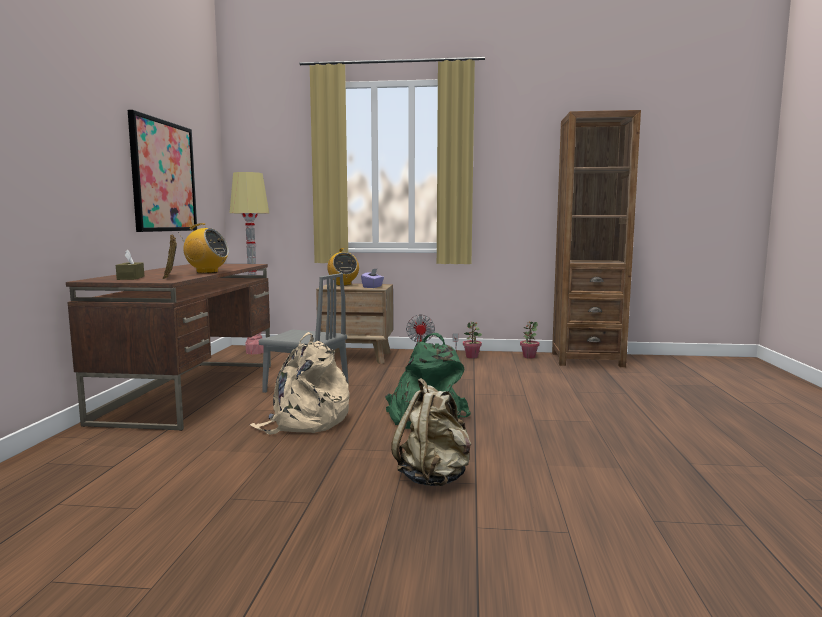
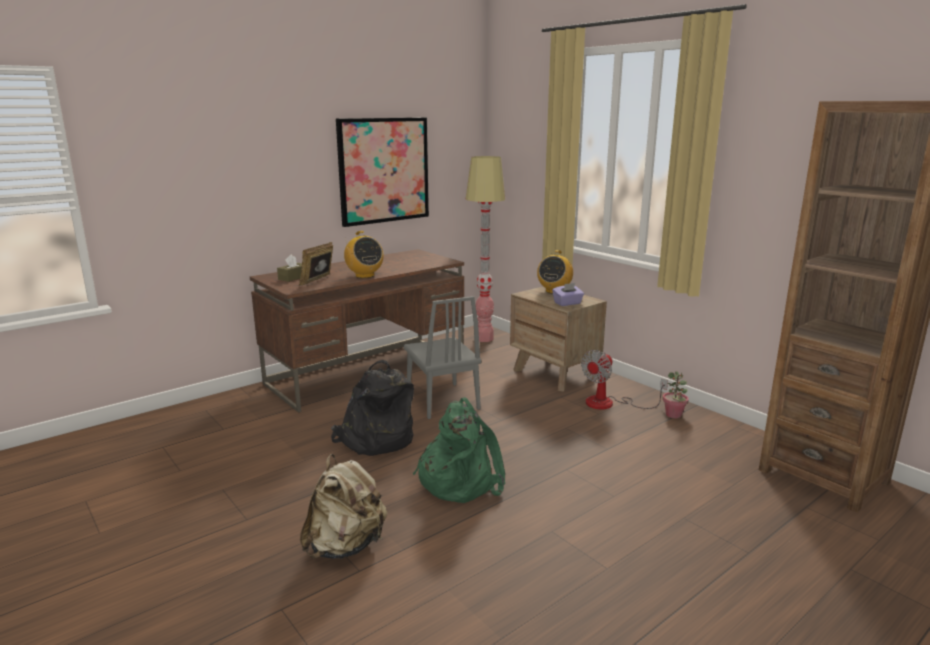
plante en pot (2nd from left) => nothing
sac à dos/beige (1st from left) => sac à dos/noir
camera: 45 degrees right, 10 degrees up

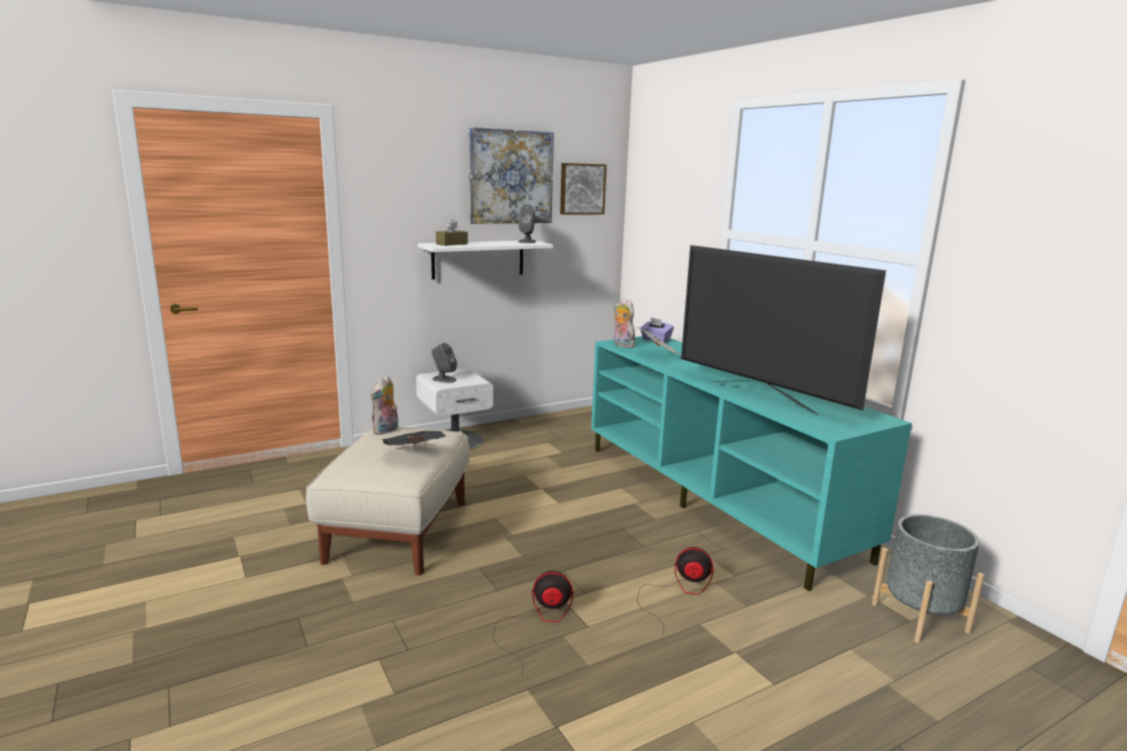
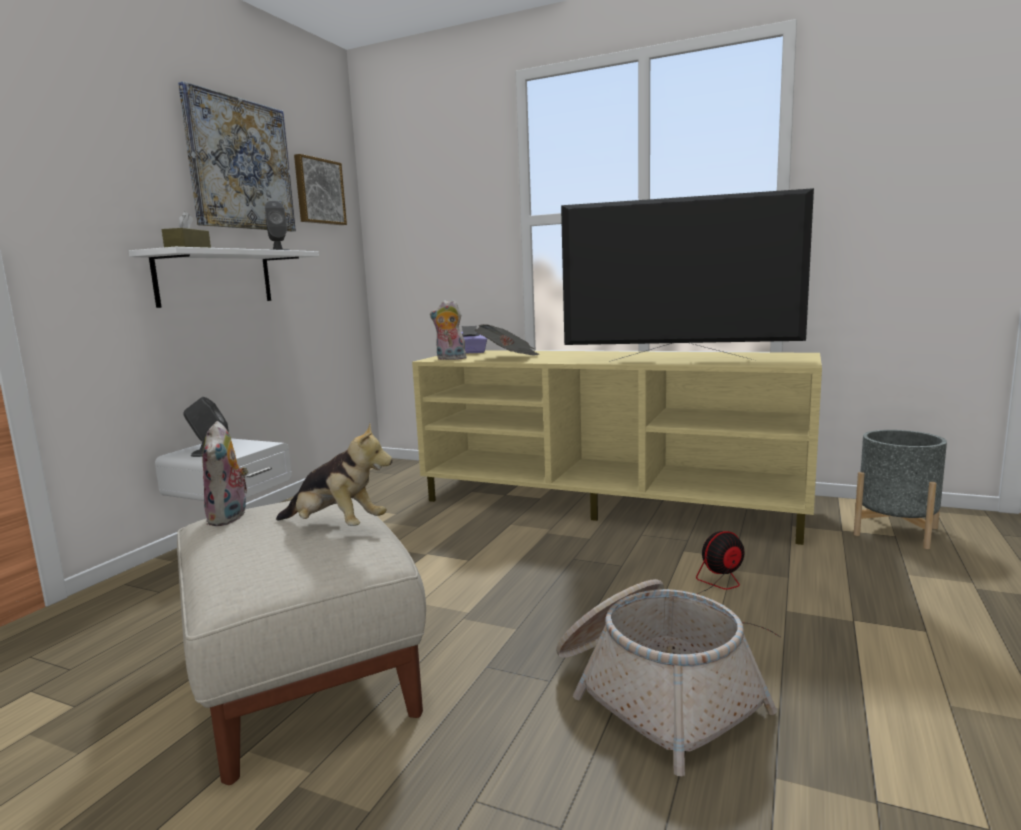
meuble télé/turquoise => meuble télé/beige
journal (1st from left) => peluche (2nd from left)
ventilateur (1st from left) => panier
camera: 35 degrees left, 5 degrees down

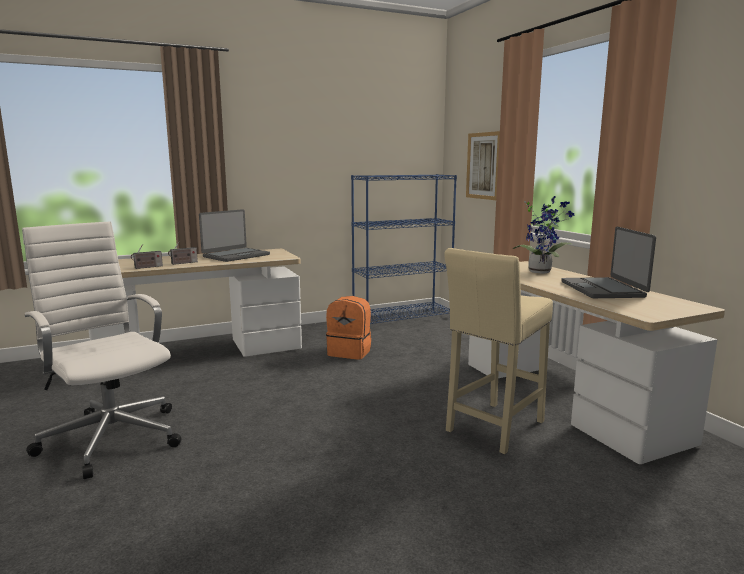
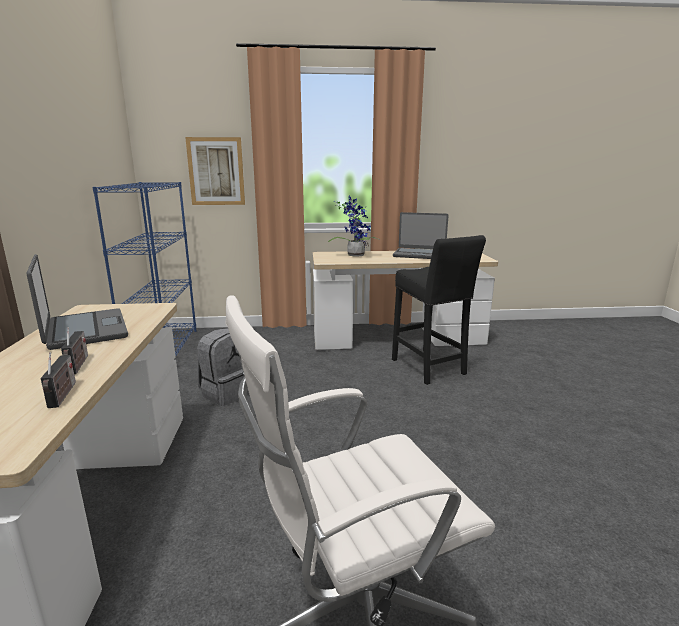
tabouret/beige => tabouret/noir
sac à dos/orange => sac à dos/gris
camera: 70 degrees left, 5 degrees up

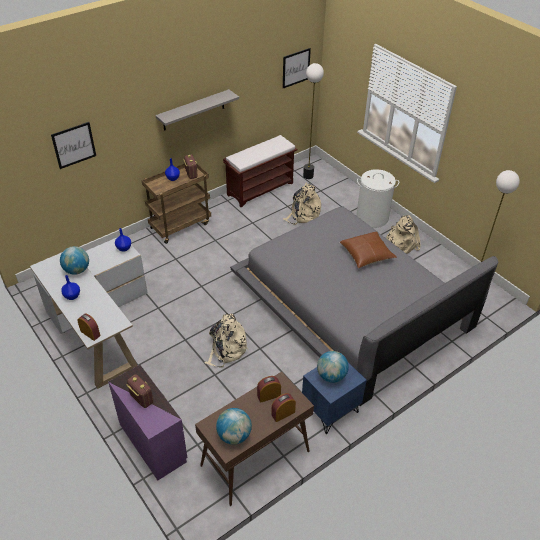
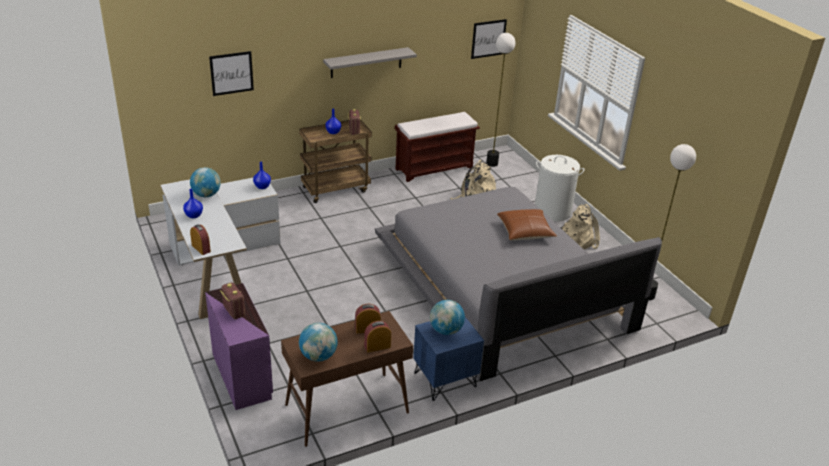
sac à dos/beige (1st from left) => nothing
camera: 10 degrees right, 10 degrees down

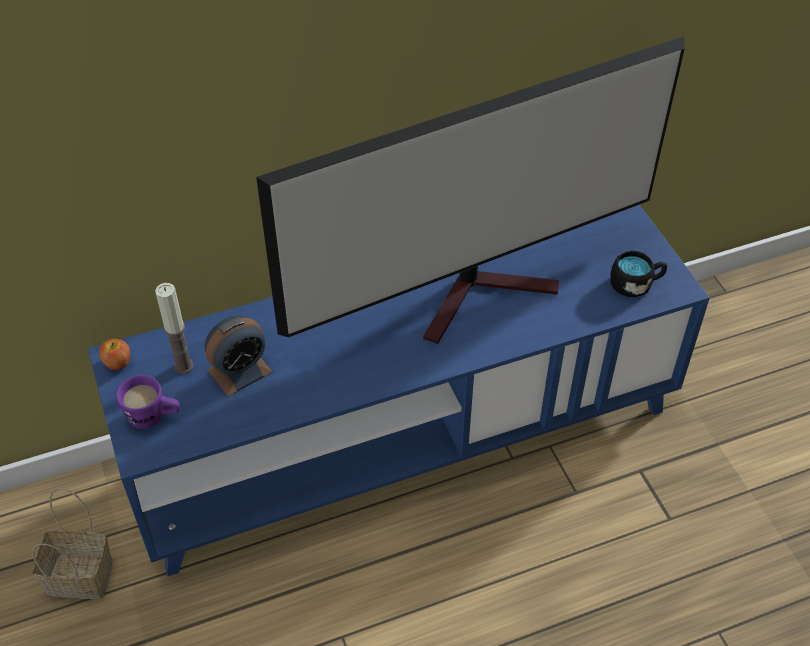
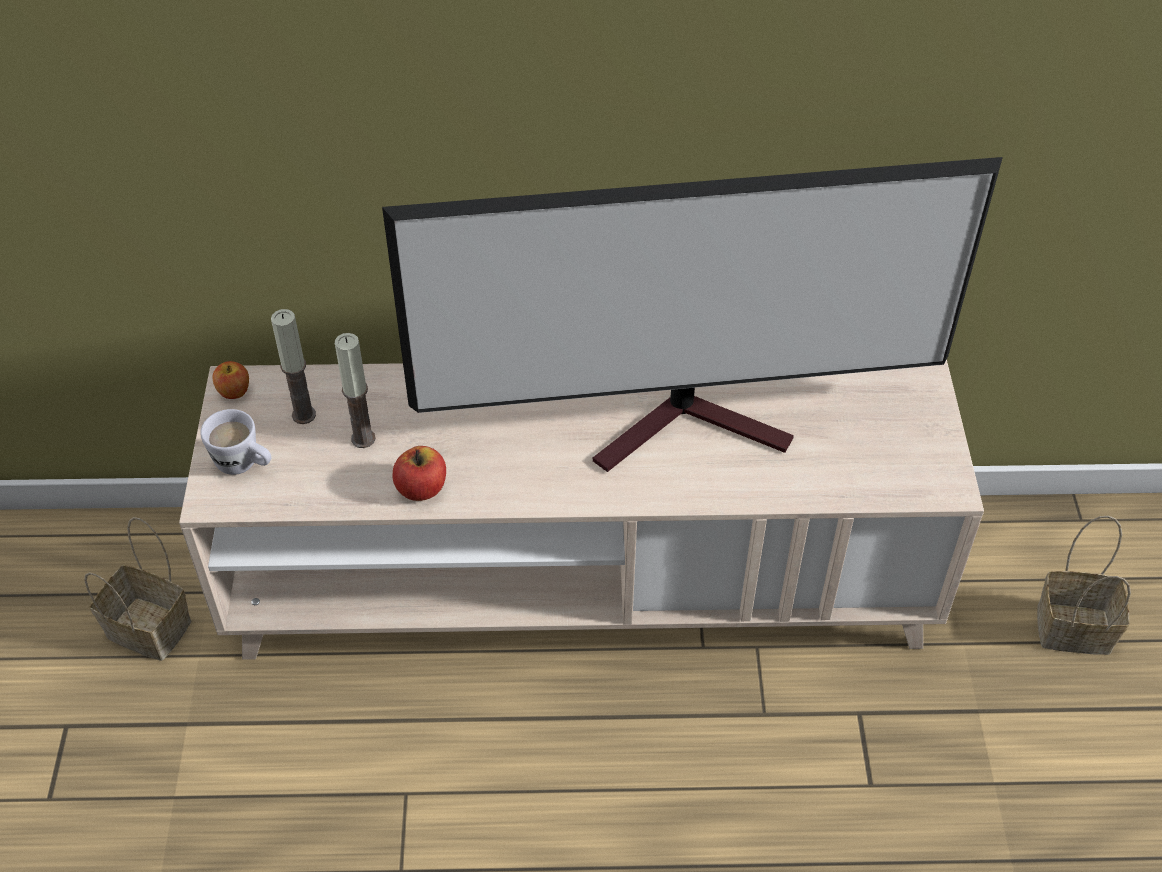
meuble télé/bleu => meuble télé/beige
mug/noir => nothing
réveil => bougie (2nd from left)
mug/violet => mug/blanc
nothing => pomme (2nd from left)
nothing => panier (2nd from left)
camera: 20 degrees right, 0 degrees up

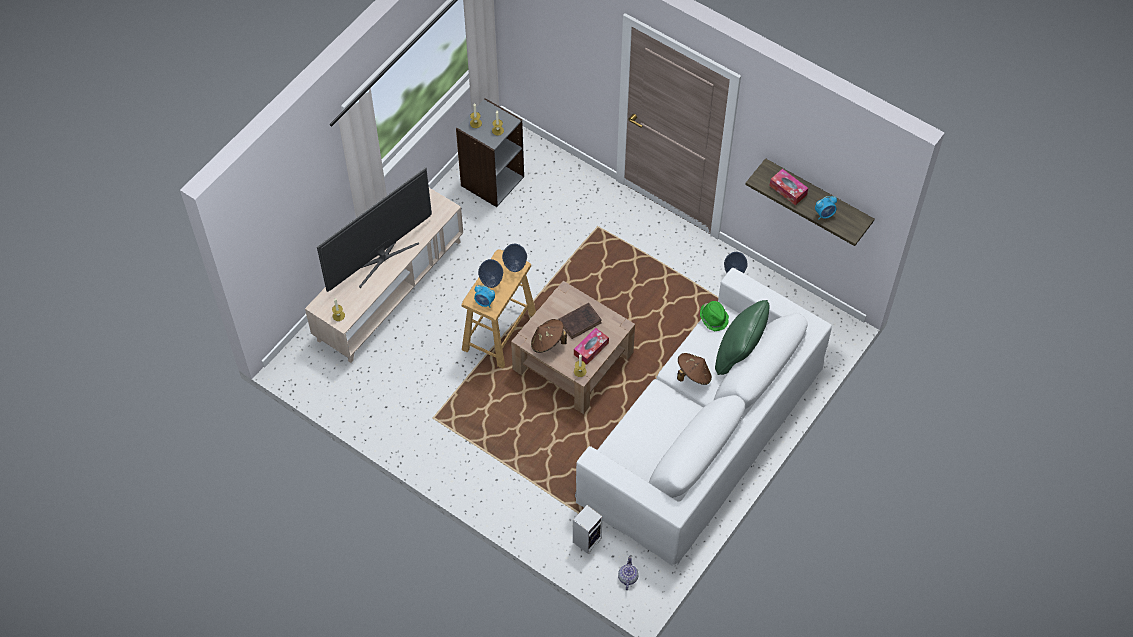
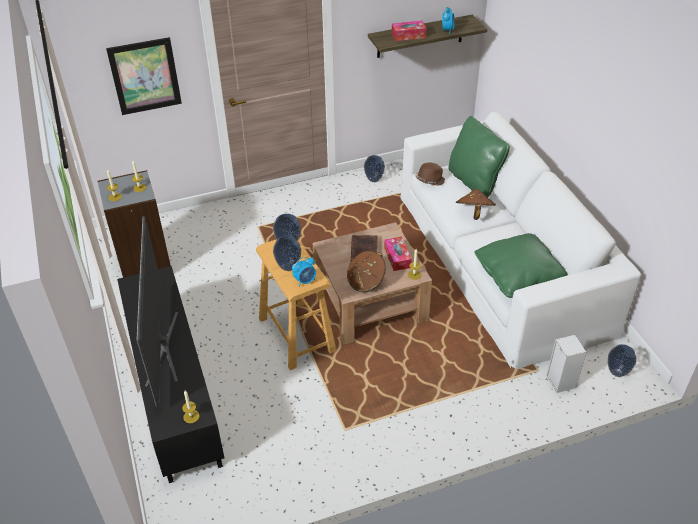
meuble télé/beige => meuble télé/noir
chapeau/vert => chapeau/marron (2nd from left)
théière => vase (4th from left)
nothing => tableau
nothing => coussin/vert (2nd from left)
camera: 55 degrees left, 15 degrees down

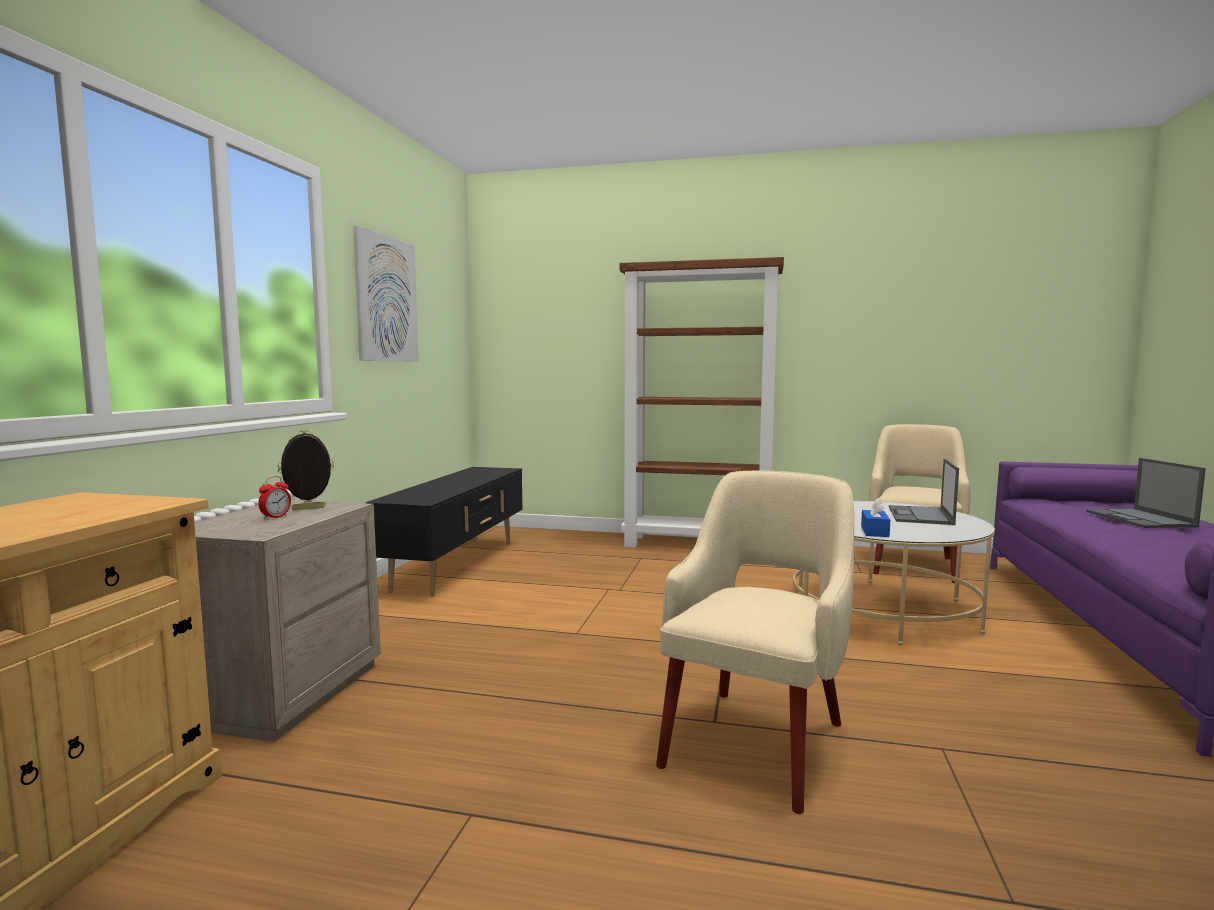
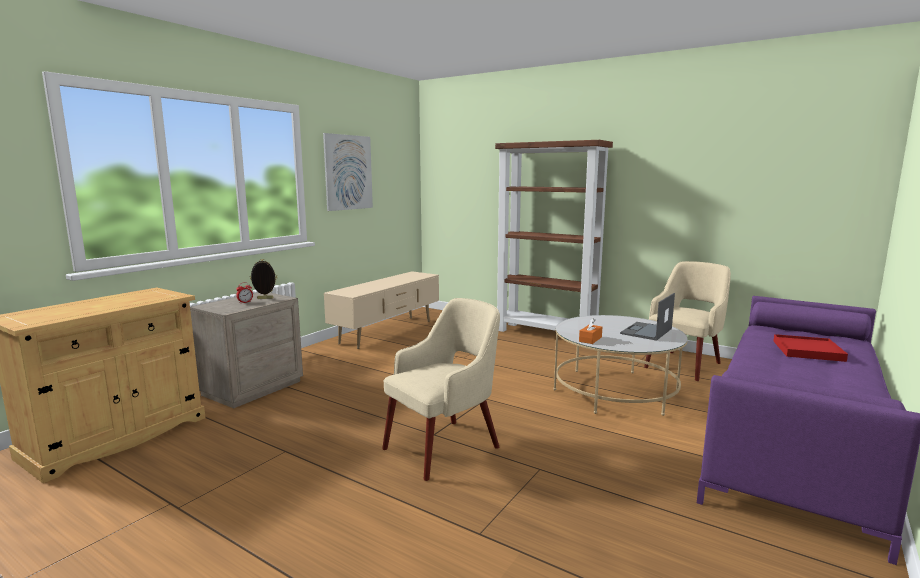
ordinateur portable (2nd from left) => plateau/rouge
meuble télé/noir => meuble télé/beige
boîte à mouchoirs/bleu => boîte à mouchoirs/orange
camera: 20 degrees right, 5 degrees up

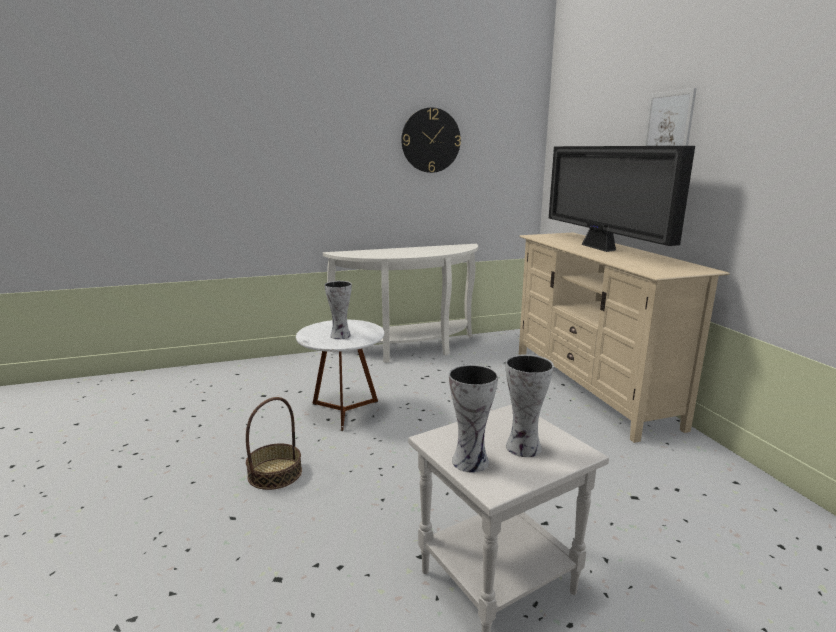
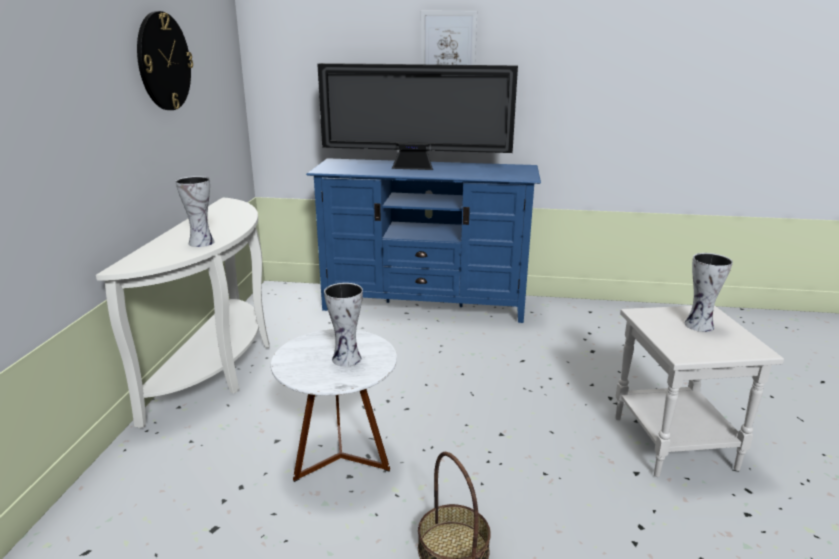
meuble télé/beige => meuble télé/bleu
vase (2nd from left in the first image) => vase (1st from left), move
camera: 65 degrees left, 5 degrees up

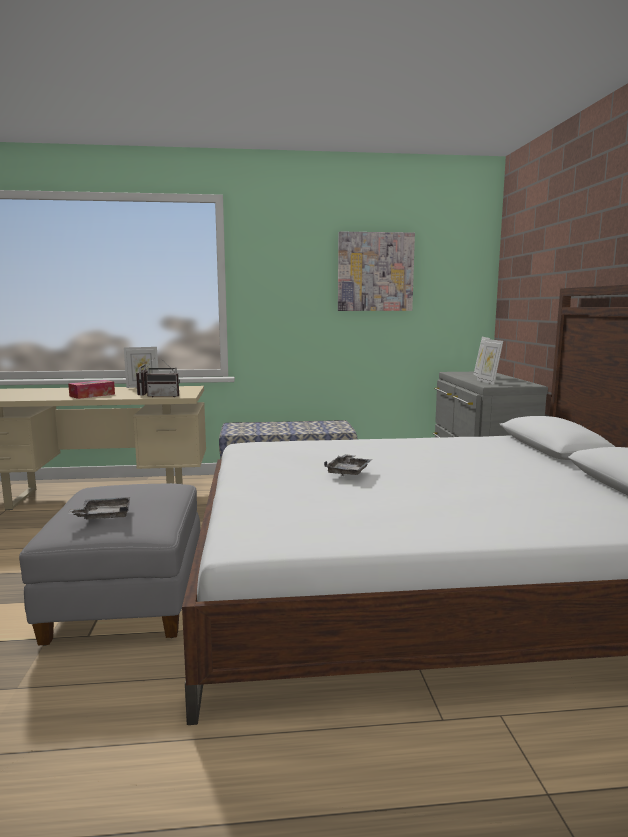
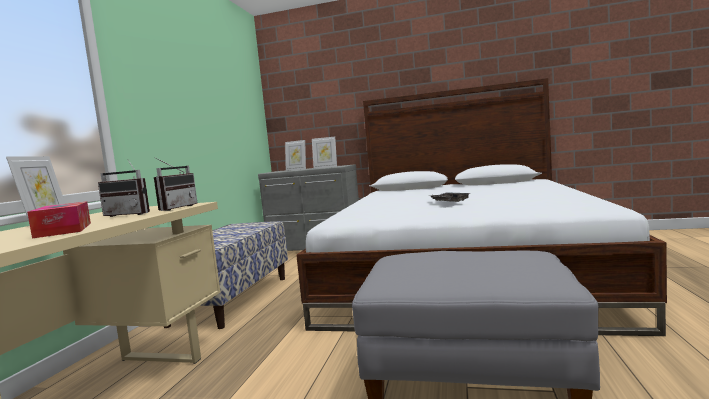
tableau => nothing
plateau/gris (1st from left) => nothing
camera: 70 degrees left, 5 degrees down

